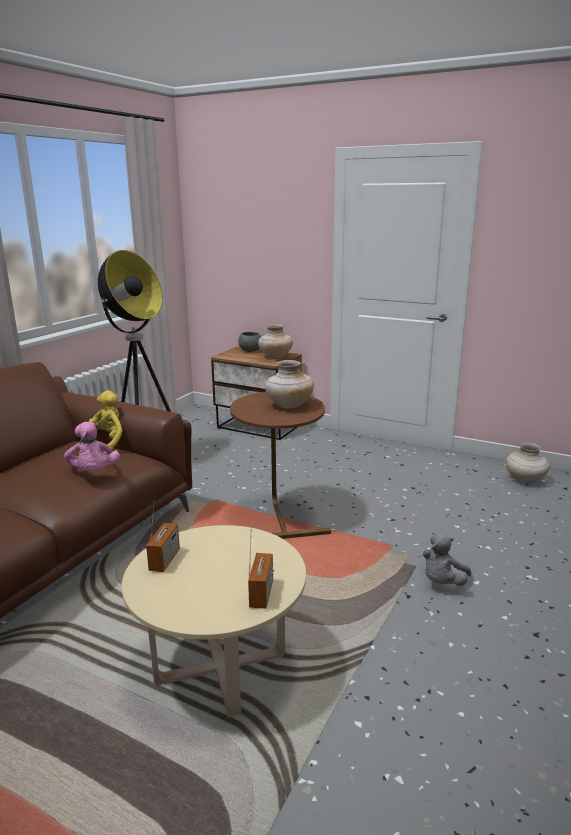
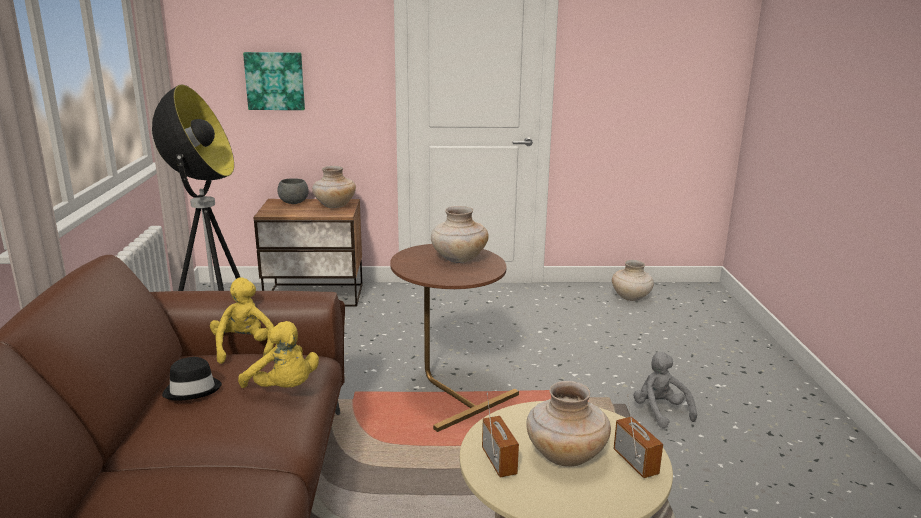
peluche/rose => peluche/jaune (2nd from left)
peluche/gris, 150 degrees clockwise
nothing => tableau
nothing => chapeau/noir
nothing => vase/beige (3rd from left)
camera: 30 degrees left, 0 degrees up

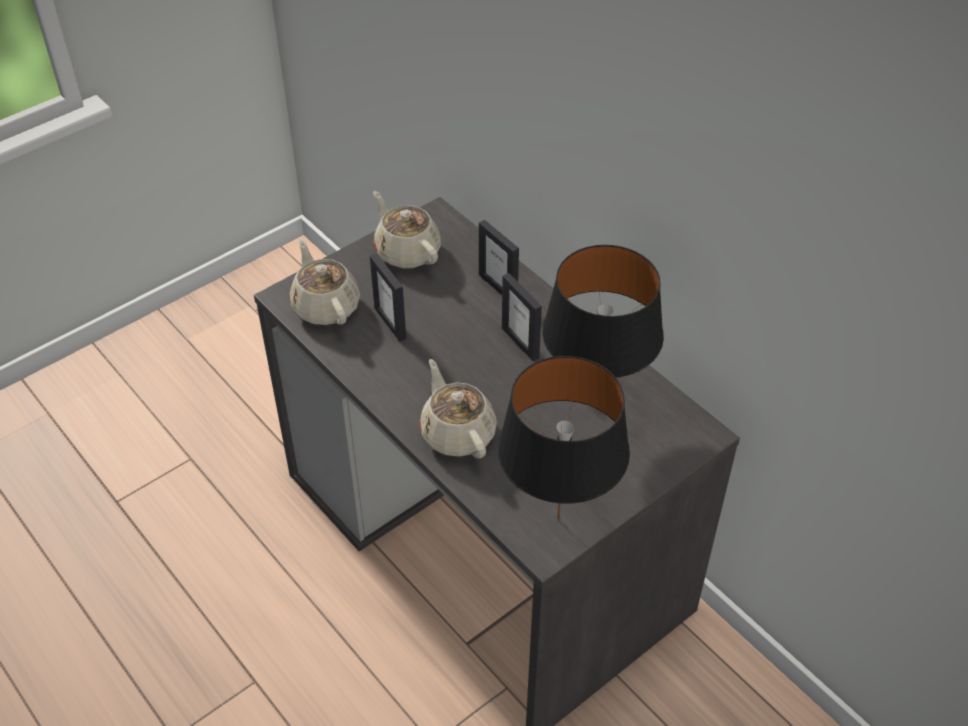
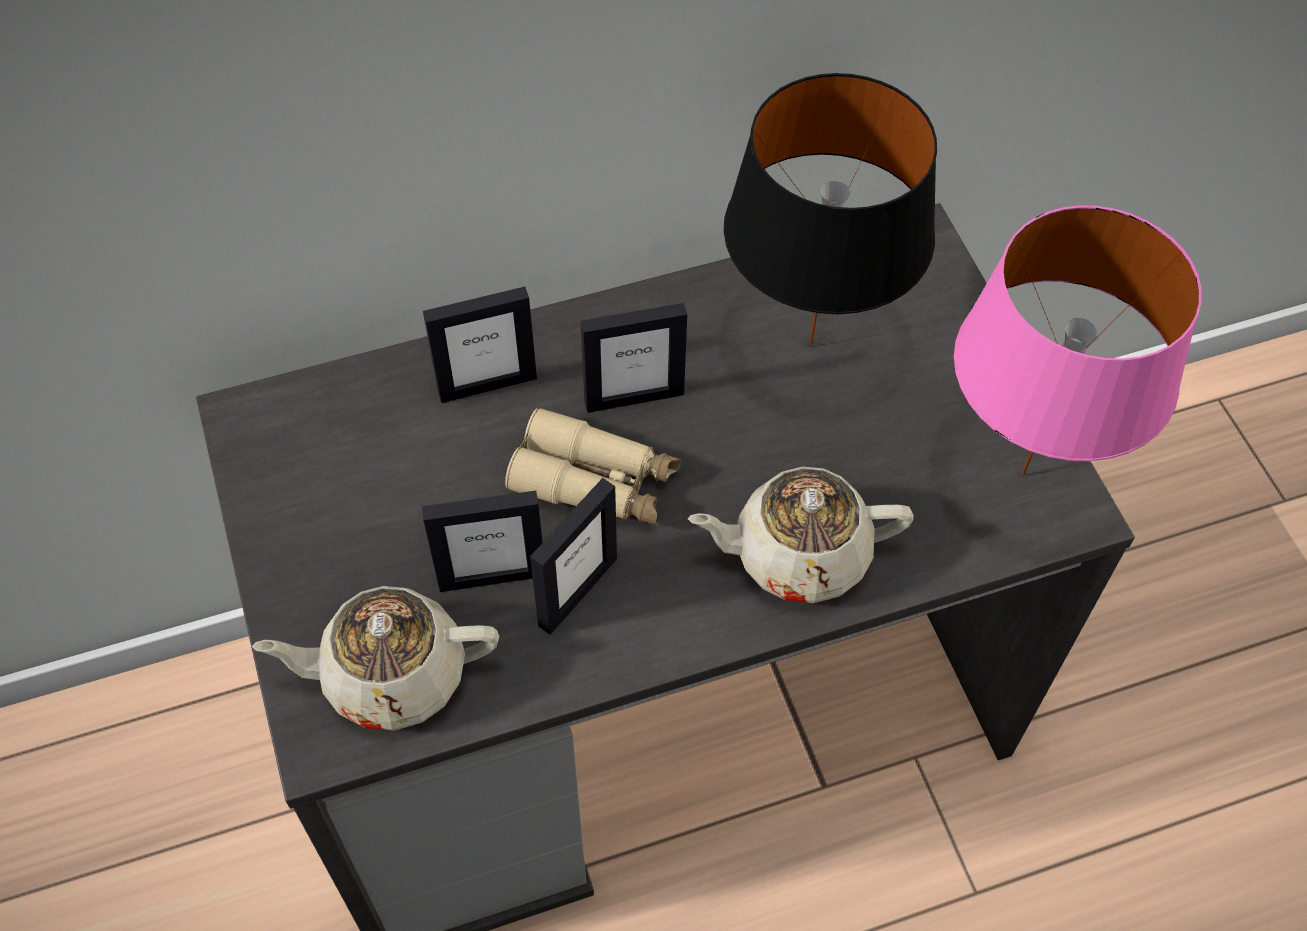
théière/beige (2nd from left) => nothing
lampe de table/noir (1st from left) => lampe de table/rose
nothing => jumelles/beige
nothing => cadre photo (3rd from left)
camera: 70 degrees left, 10 degrees up

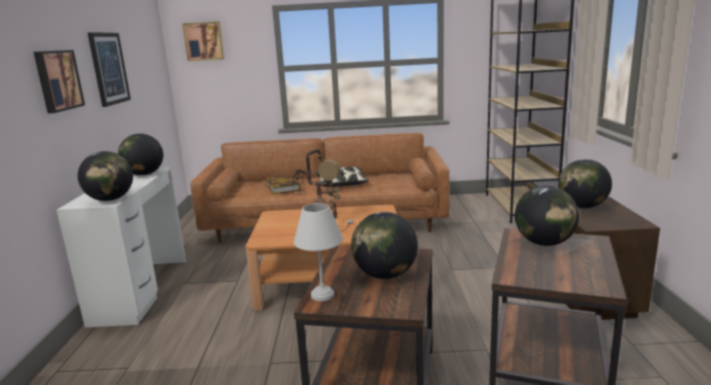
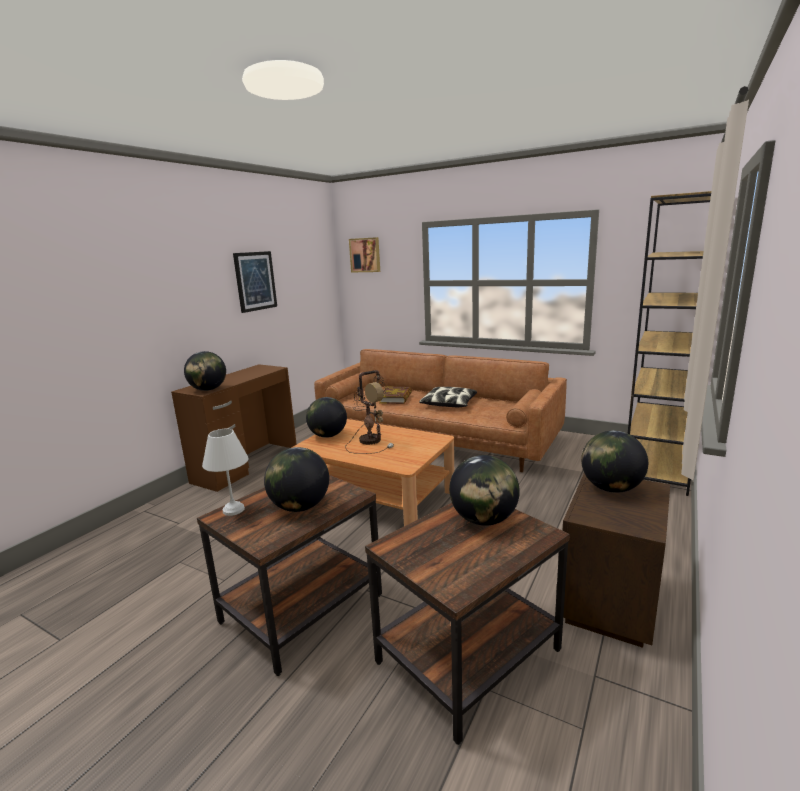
tableau (1st from left) => nothing
globe (2nd from left in the first image) => globe (3rd from left), move
bureau/blanc => bureau/marron
camera: 30 degrees right, 0 degrees up

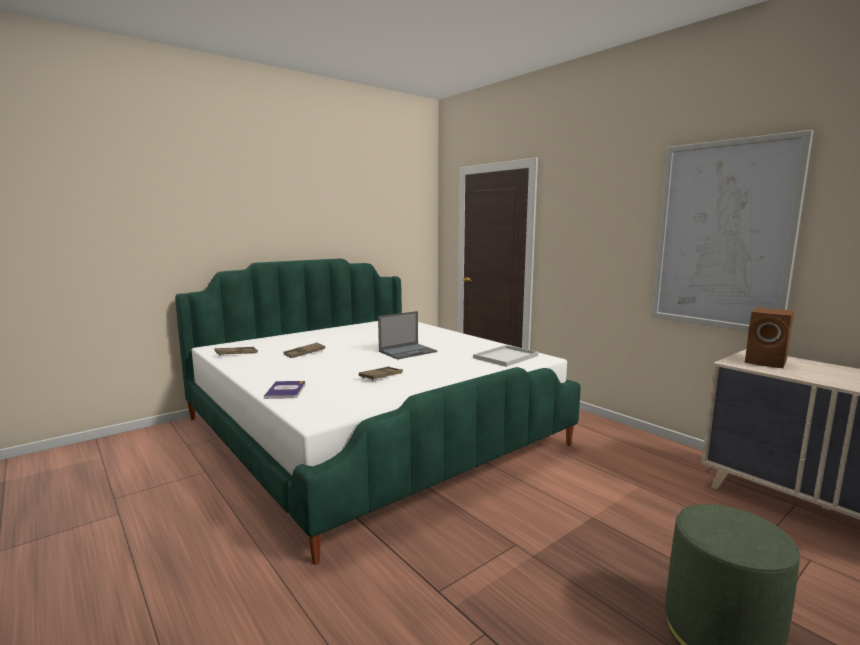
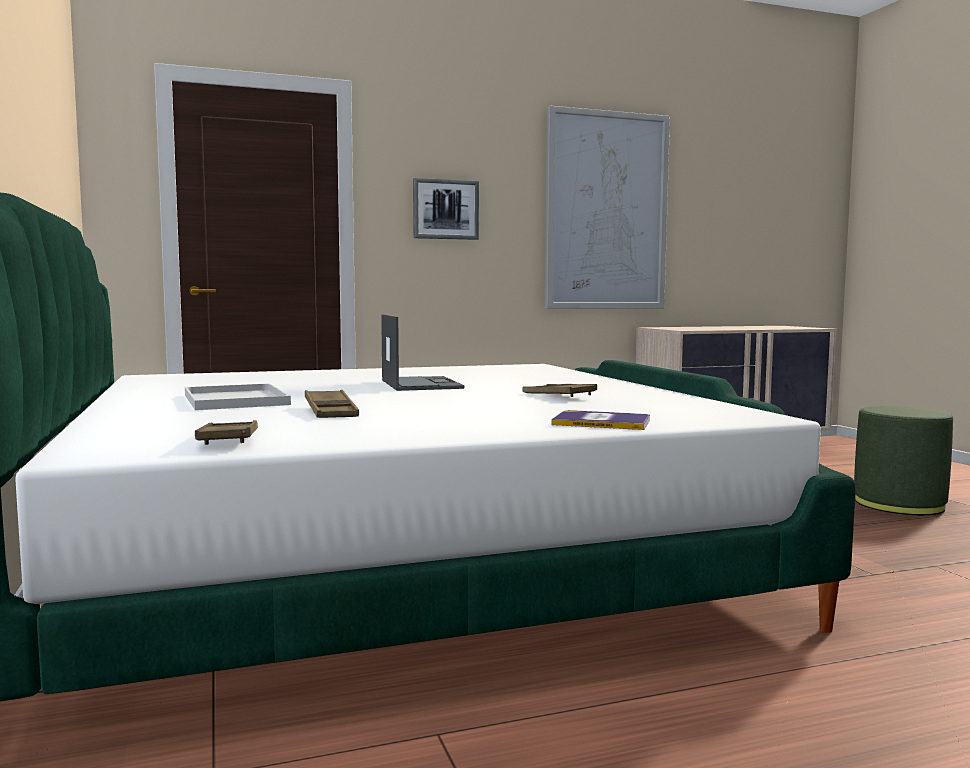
enceinte/marron => nothing
plateau/blanc, move
nothing => tableau (1st from left)
camera: 70 degrees left, 5 degrees down

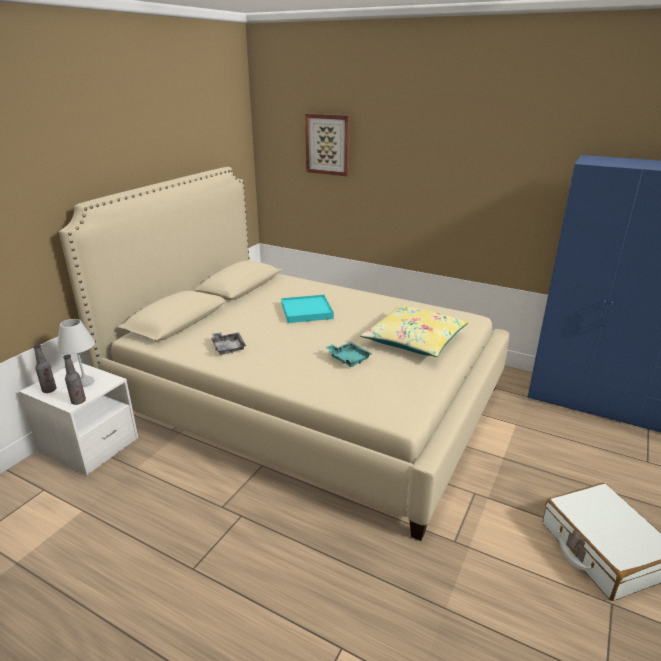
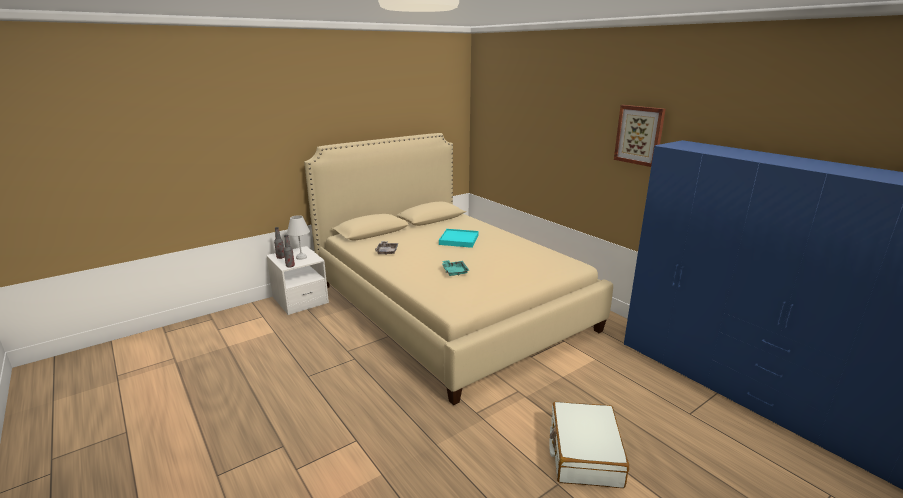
tableau, move
coussin/jaune => nothing
camera: 25 degrees right, 5 degrees down

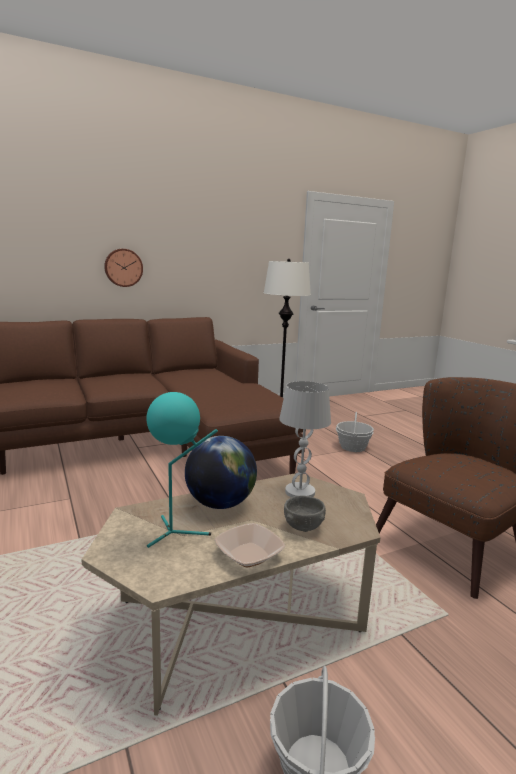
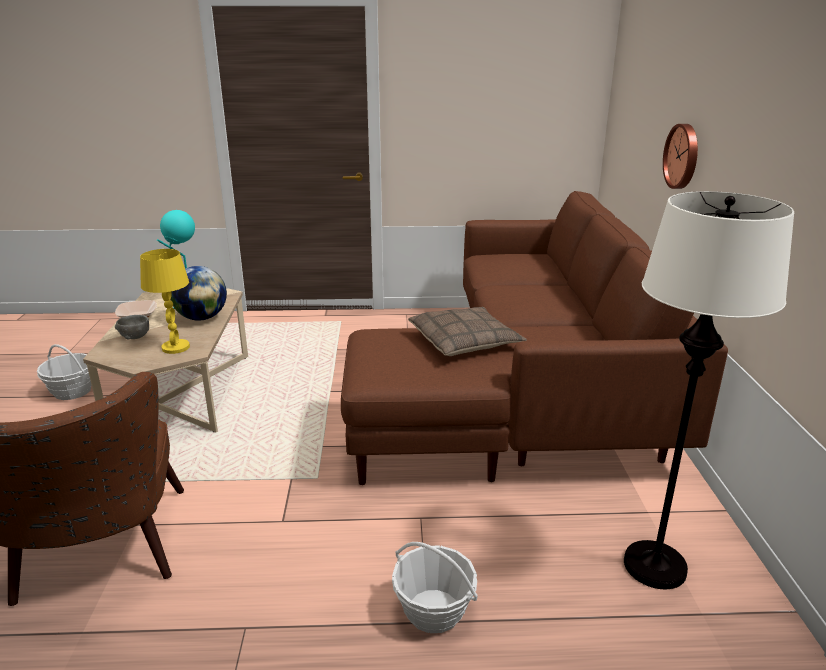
lampe de table/blanc => lampe de table/jaune
nothing => coussin
camera: 115 degrees right, 10 degrees up

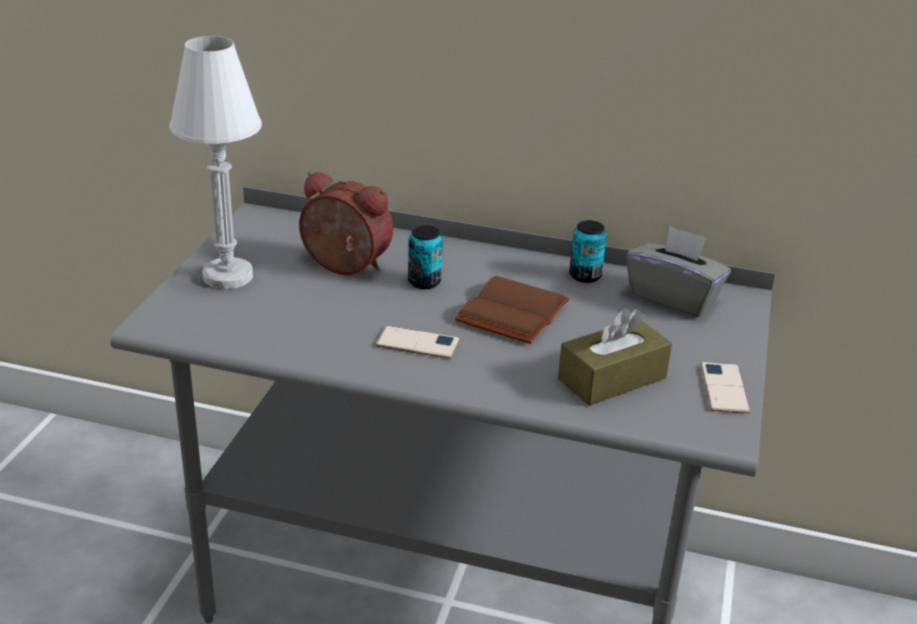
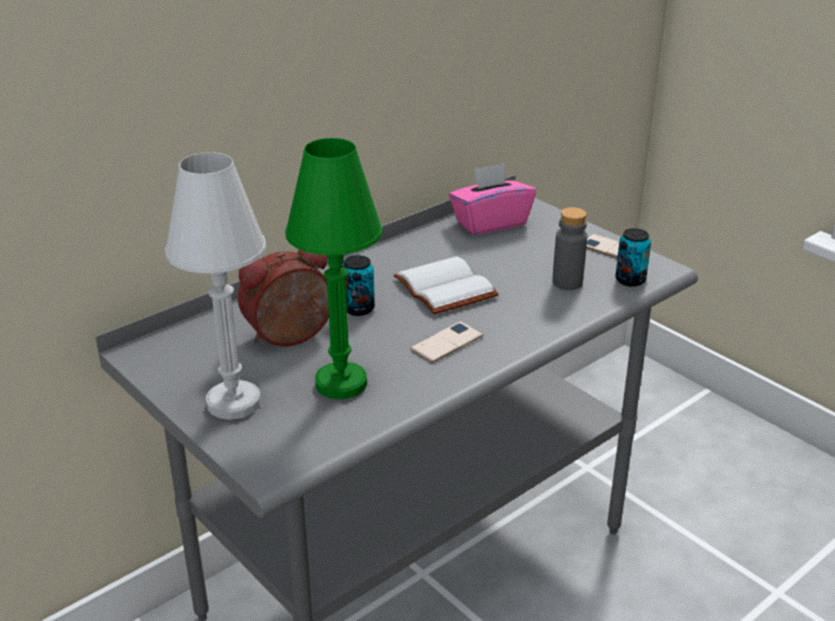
boîte métallique (2nd from left), move
boîte à mouchoirs/gris => boîte à mouchoirs/rose
livre/marron => livre/blanc
boîte à mouchoirs/marron => bouteille/gris
nothing => lampe de table/vert
camera: 55 degrees left, 0 degrees up

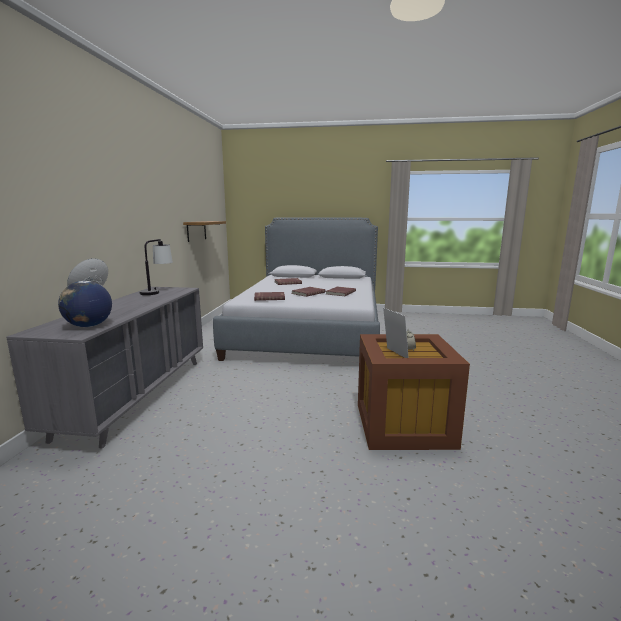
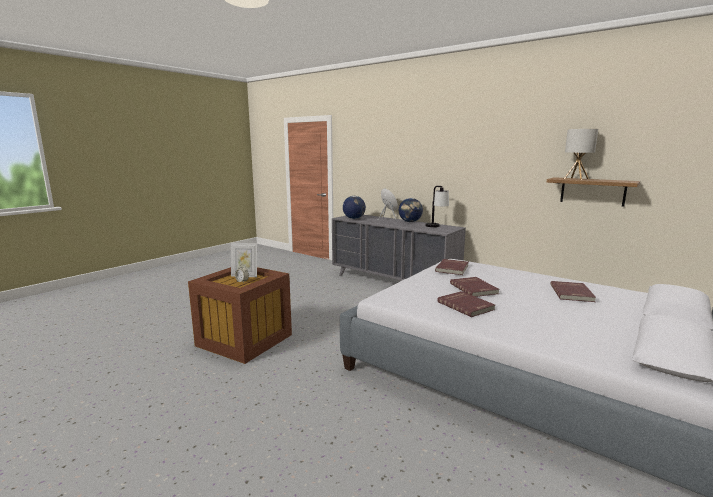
nothing => lampe de table (2nd from left)
nothing => globe (2nd from left)
camera: 120 degrees right, 0 degrees up

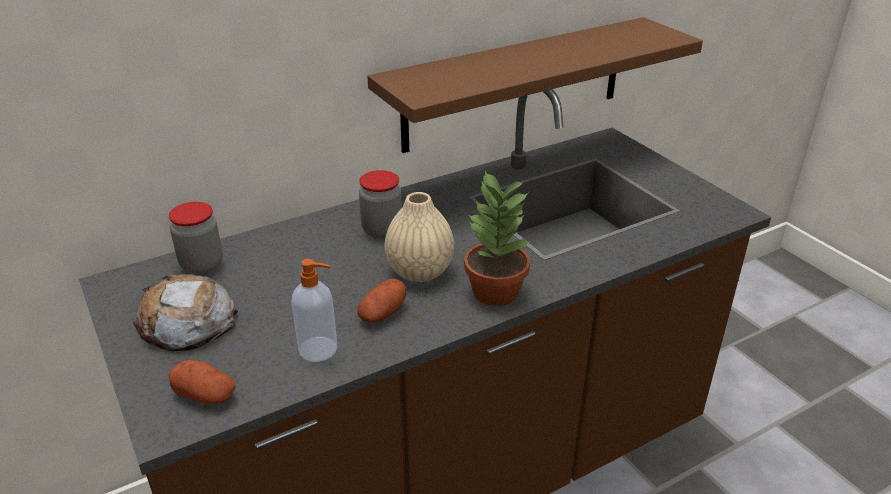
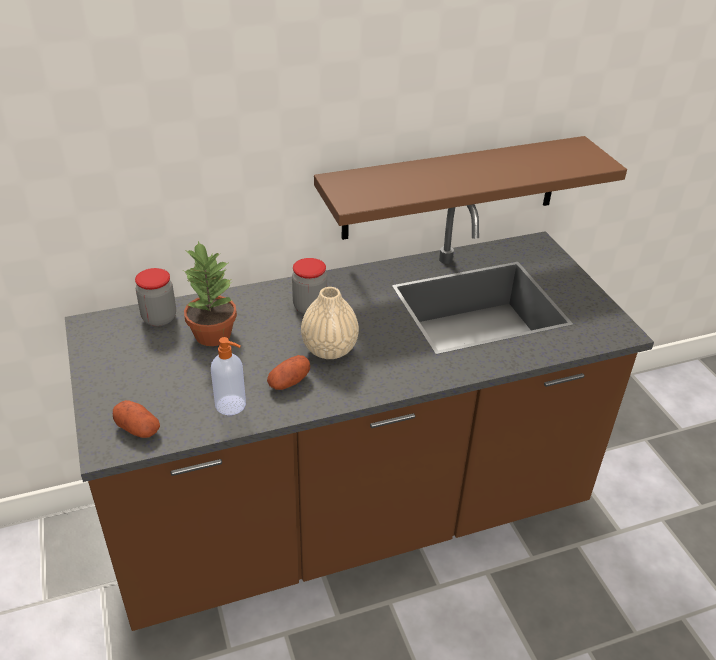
plante en pot, move
pain => nothing
camera: 10 degrees right, 5 degrees up

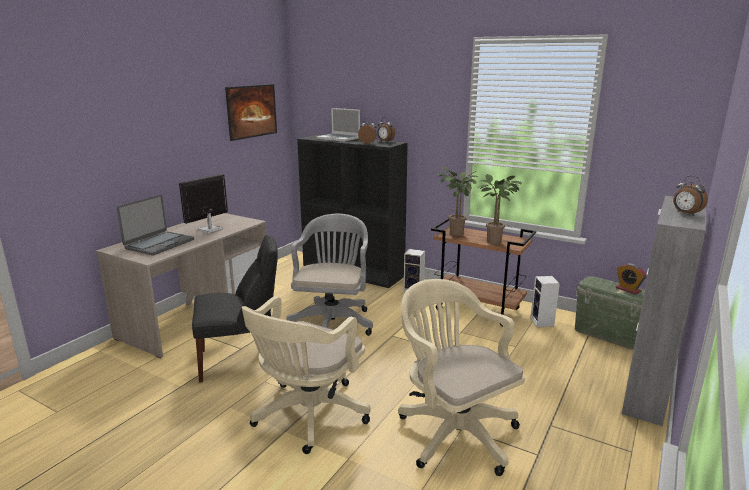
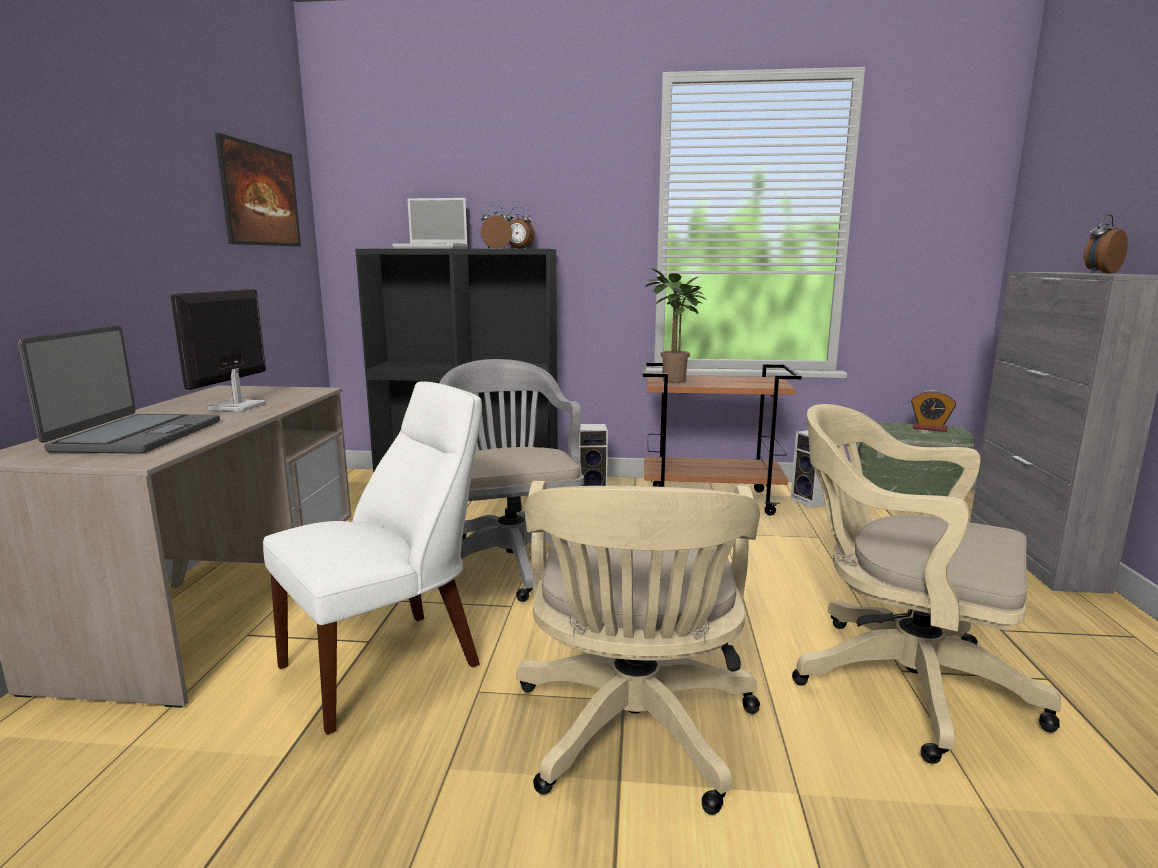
plante en pot (2nd from left) => nothing
réveil (4th from left), 120 degrees clockwise
chaise/noir => chaise/blanc
camera: 25 degrees left, 5 degrees down

